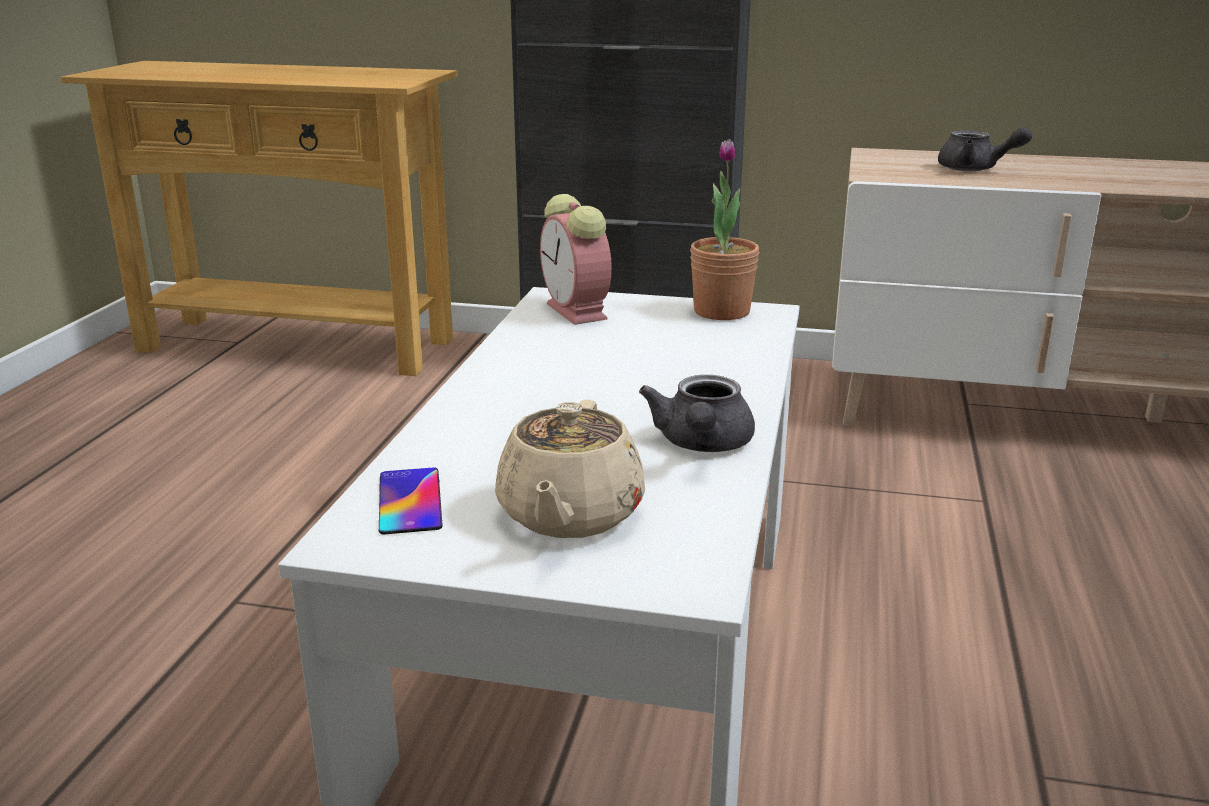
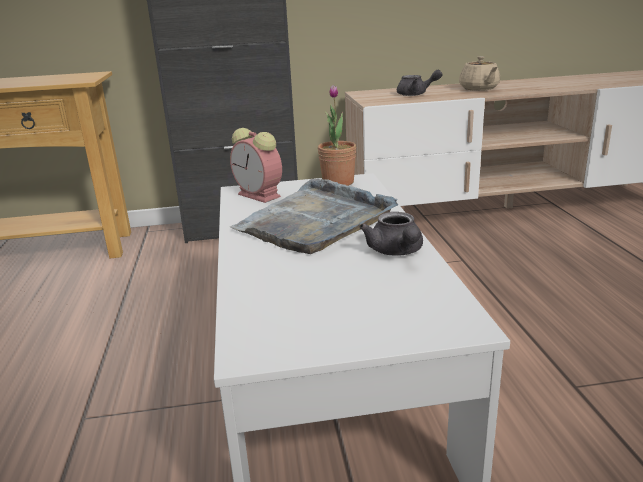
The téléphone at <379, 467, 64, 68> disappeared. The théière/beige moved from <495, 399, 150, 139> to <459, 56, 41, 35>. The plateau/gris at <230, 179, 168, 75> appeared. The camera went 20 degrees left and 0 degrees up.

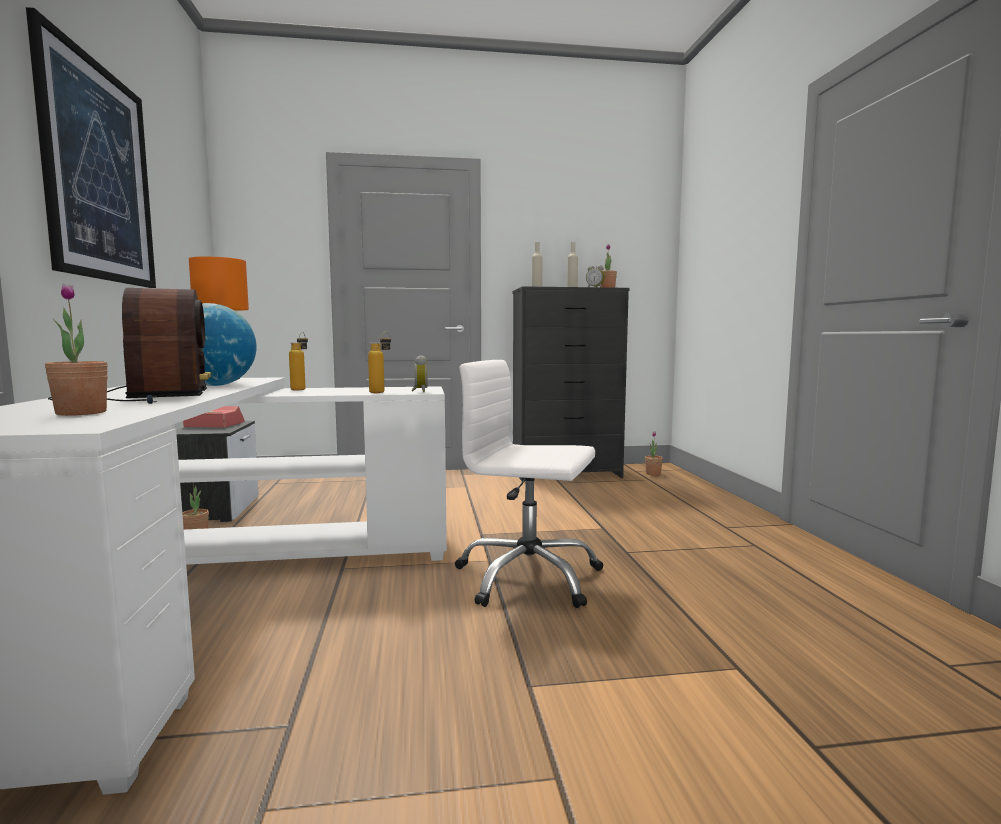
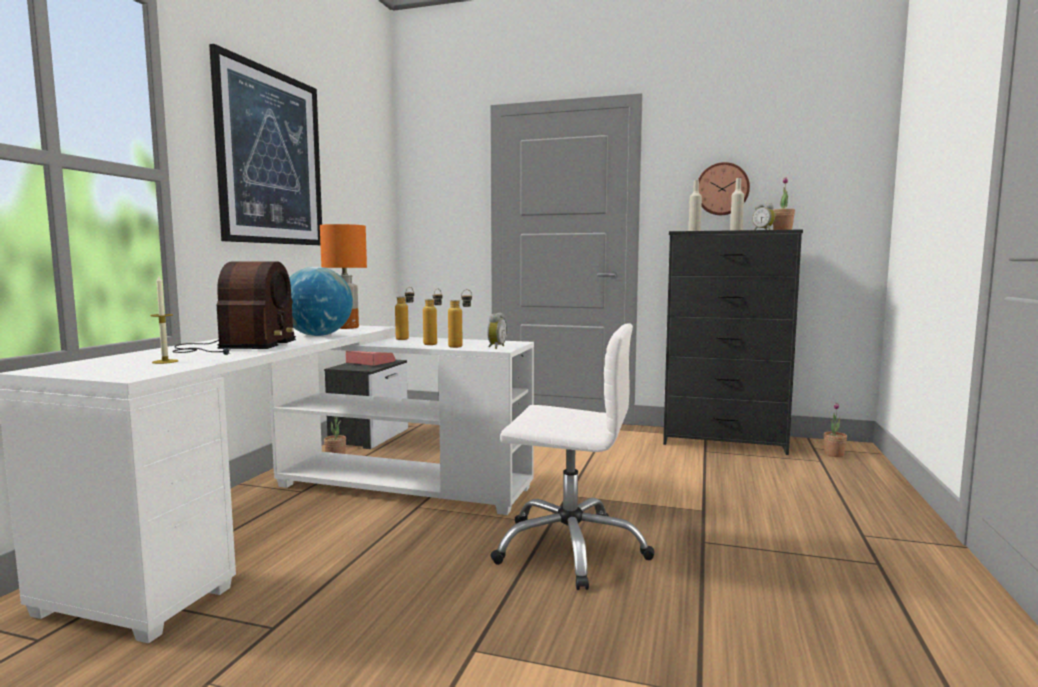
The plante en pot at <45, 284, 63, 132> was replaced by the bougie at <150, 276, 28, 88>. The chaise de bureau/blanc at <455, 360, 148, 248> turned 150 degrees clockwise. The bouteille at <423, 288, 20, 57> appeared. The horloge murale at <698, 162, 52, 53> appeared. The camera went 25 degrees right and 0 degrees up.

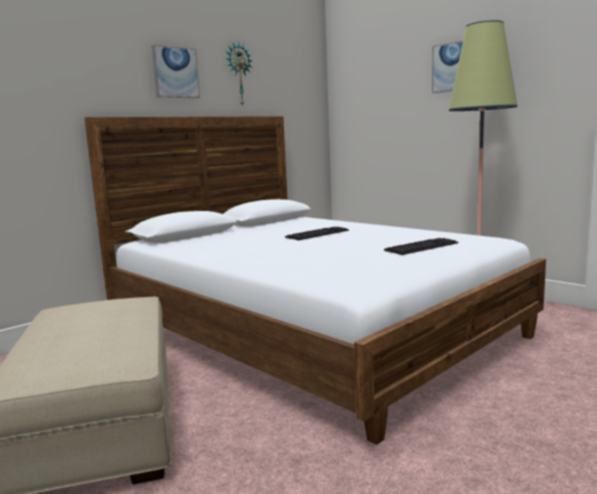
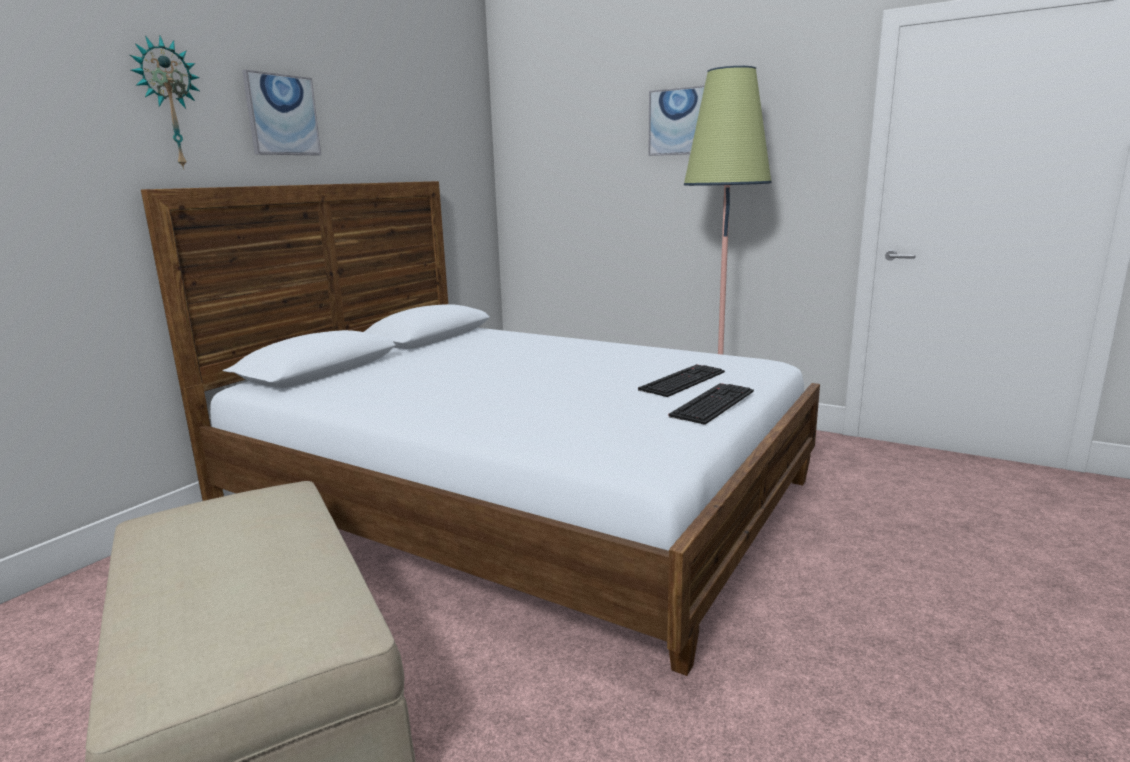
The horloge murale moved from <225, 41, 28, 66> to <130, 36, 70, 134>. The clavier moved from <285, 227, 64, 13> to <668, 383, 86, 42>. The camera went 15 degrees left and 5 degrees up.

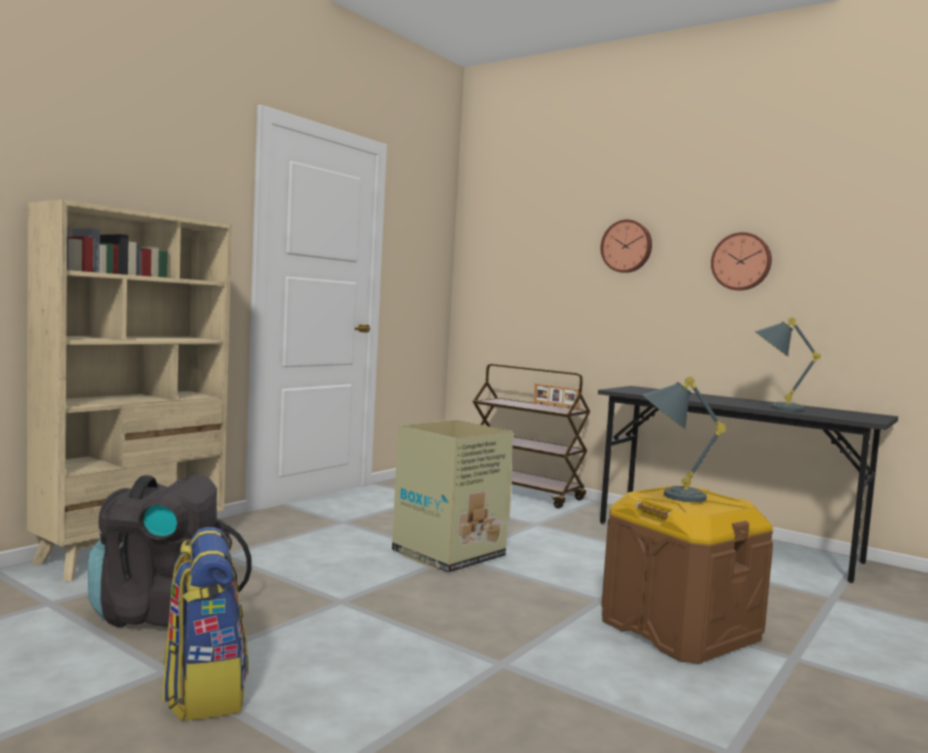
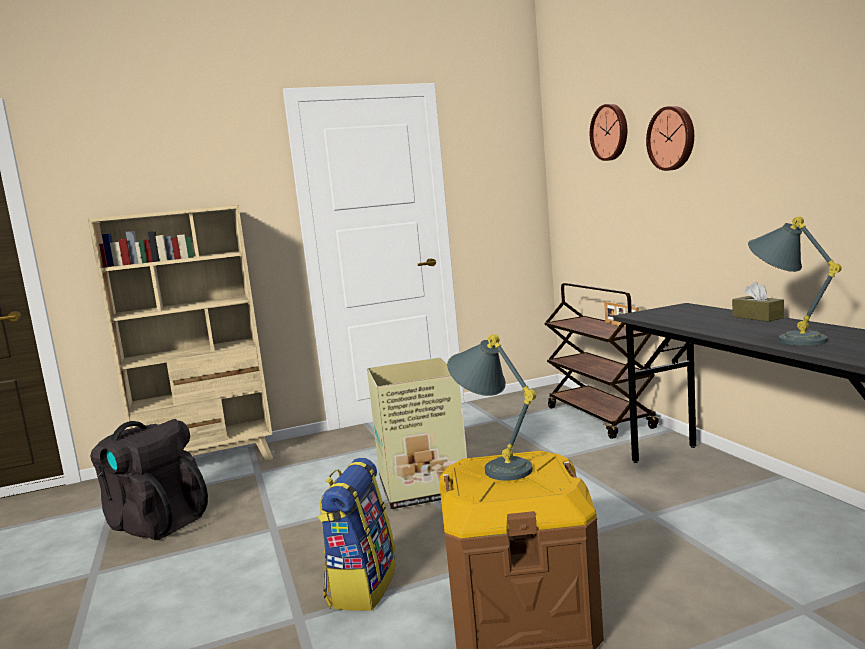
The sac à dos moved from <163, 527, 85, 194> to <318, 458, 77, 153>. The horloge murale moved from <711, 232, 61, 59> to <590, 104, 37, 57>. The boîte à mouchoirs/marron at <732, 282, 52, 40> appeared. The camera went 35 degrees right and 5 degrees up.

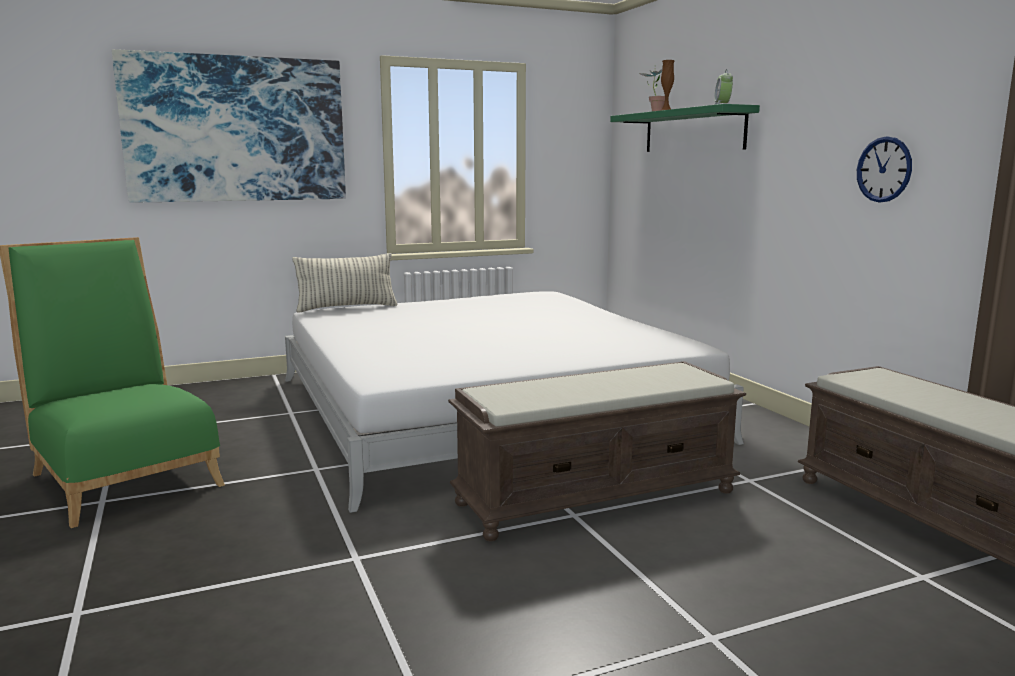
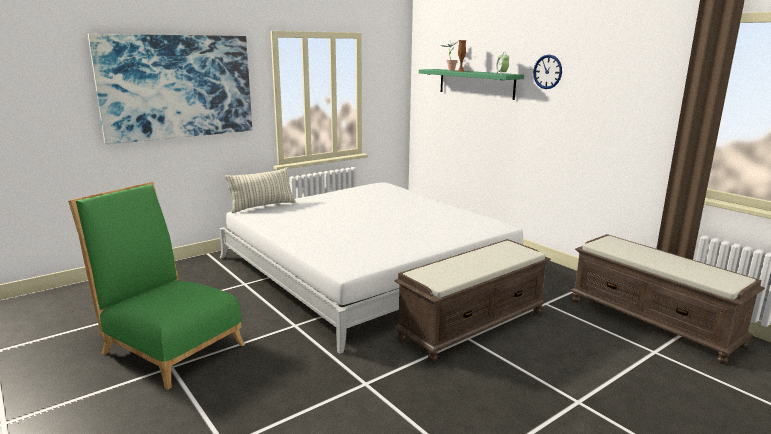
The horloge murale moved from <857, 137, 55, 65> to <533, 55, 29, 34>. The camera went 15 degrees left and 5 degrees up.

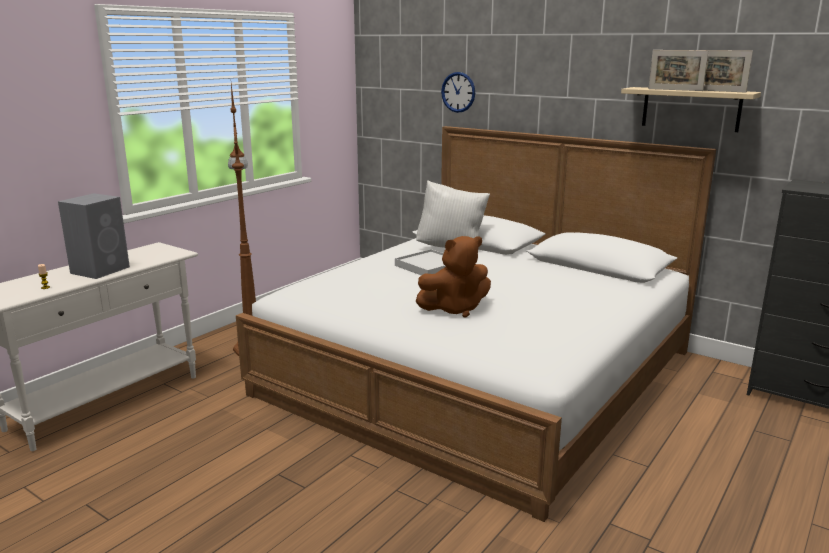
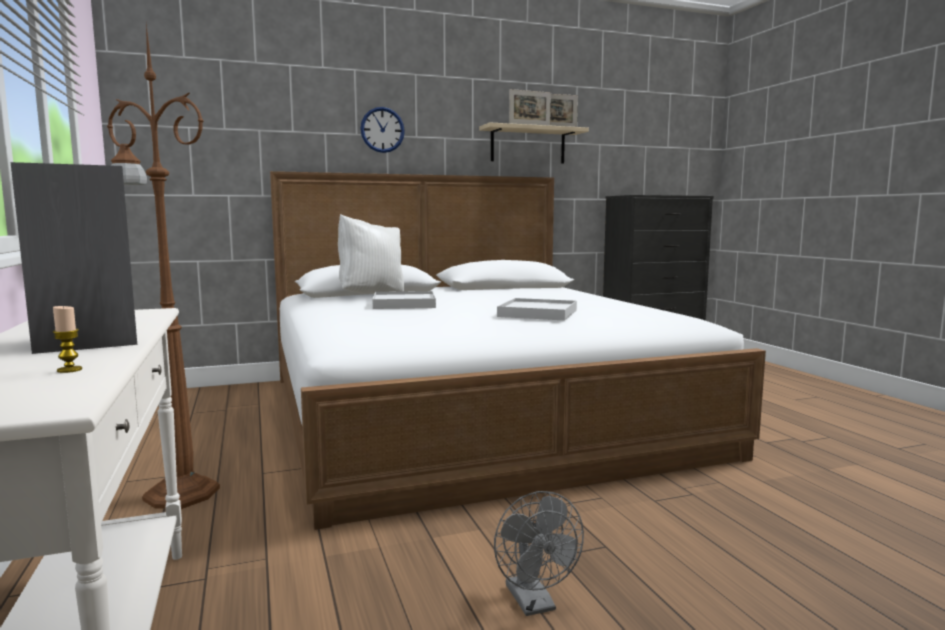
The peluche/marron at <415, 236, 76, 82> was replaced by the plateau/blanc at <497, 298, 80, 23>. The horloge murale moved from <441, 72, 34, 41> to <360, 107, 45, 46>. The ventilateur/gris at <494, 491, 90, 125> appeared. The camera went 55 degrees left and 10 degrees down.

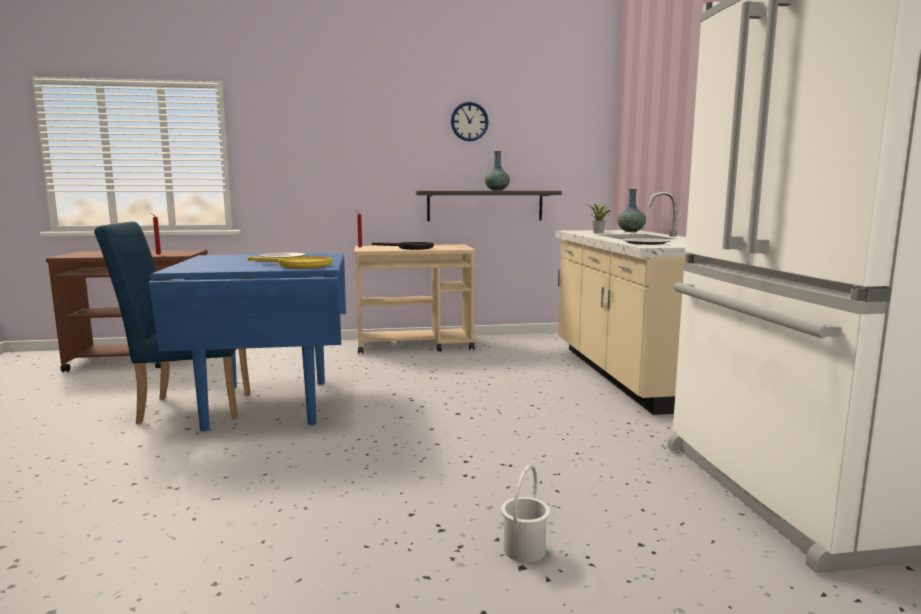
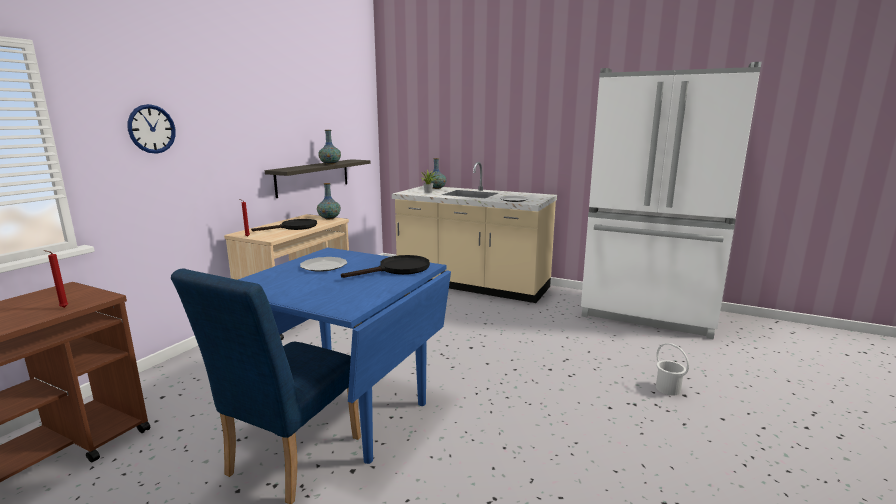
The poêle/jaune at <248, 256, 84, 13> became the poêle/noir at <341, 255, 89, 23>. The horloge murale moved from <451, 102, 37, 39> to <128, 104, 48, 50>. The vase at <317, 183, 24, 36> appeared. The camera went 55 degrees left and 5 degrees up.

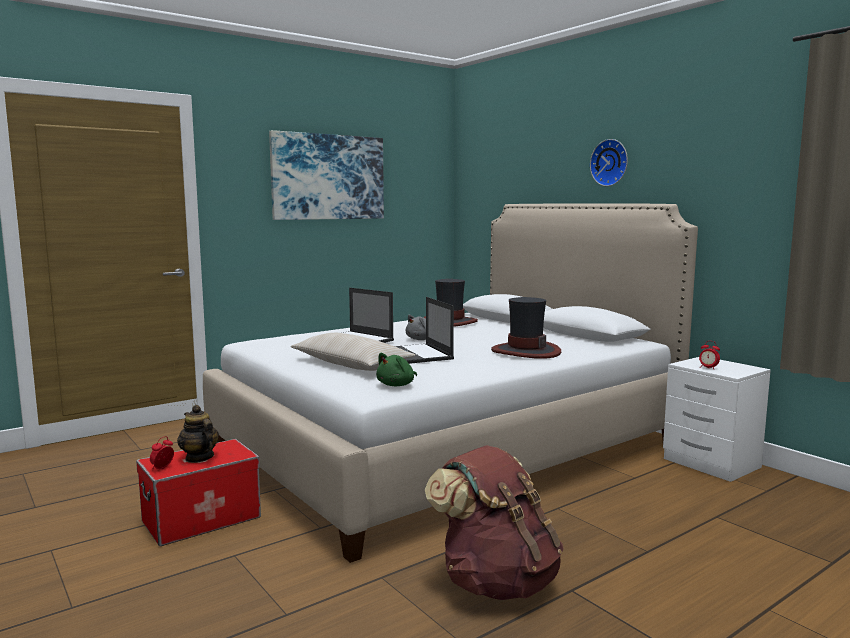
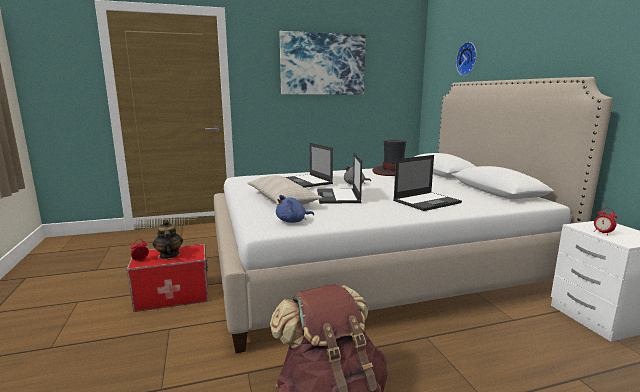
The peluche/vert at <376, 353, 41, 33> became the peluche/bleu at <276, 195, 38, 28>. The chapeau at <491, 297, 70, 62> was replaced by the ordinateur portable at <393, 155, 69, 56>. The horloge murale moved from <590, 139, 38, 47> to <456, 42, 21, 34>. The camera went 20 degrees right and 5 degrees up.

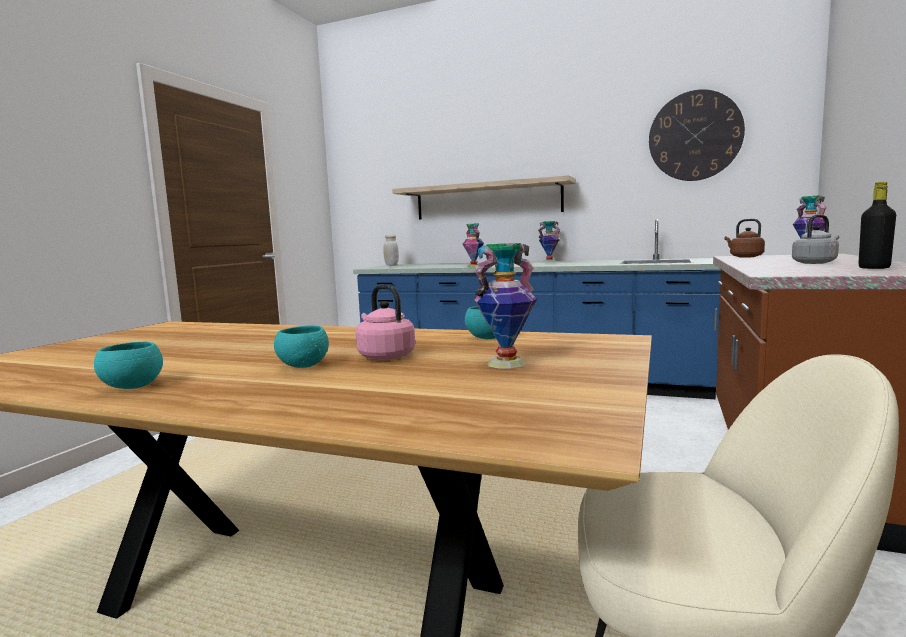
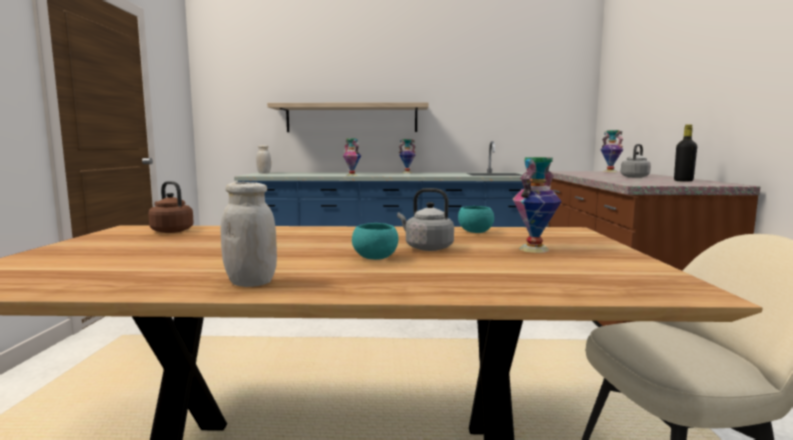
The bol/turquoise at <94, 342, 69, 47> was replaced by the bocal/blanc at <220, 182, 57, 105>. The bouilloire/rose at <356, 285, 59, 75> became the bouilloire/gris at <397, 188, 57, 63>. The horloge murale at <649, 89, 96, 92> disappeared. The bouilloire/marron moved from <725, 219, 40, 39> to <148, 181, 46, 52>. The camera went 20 degrees left and 0 degrees up.

